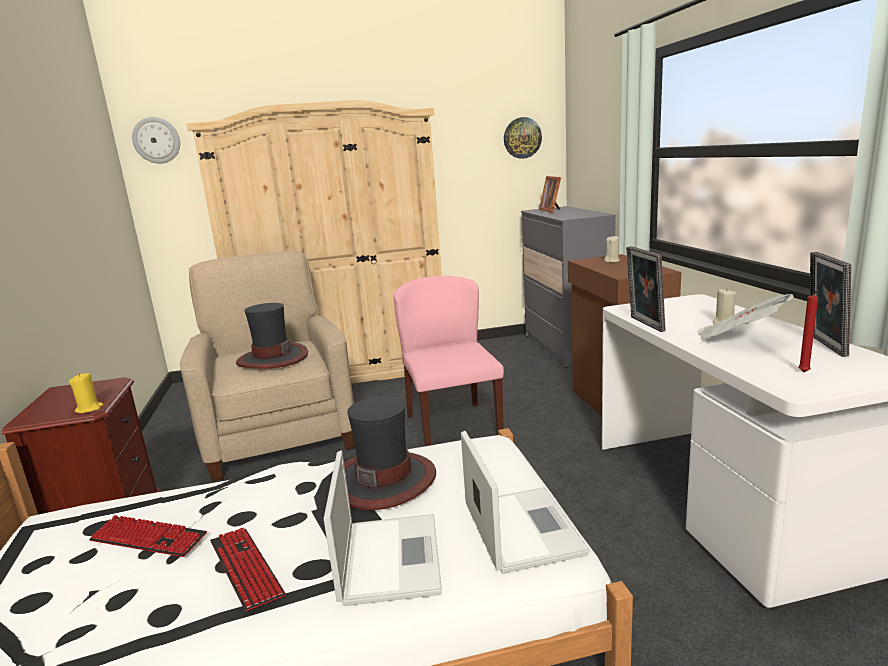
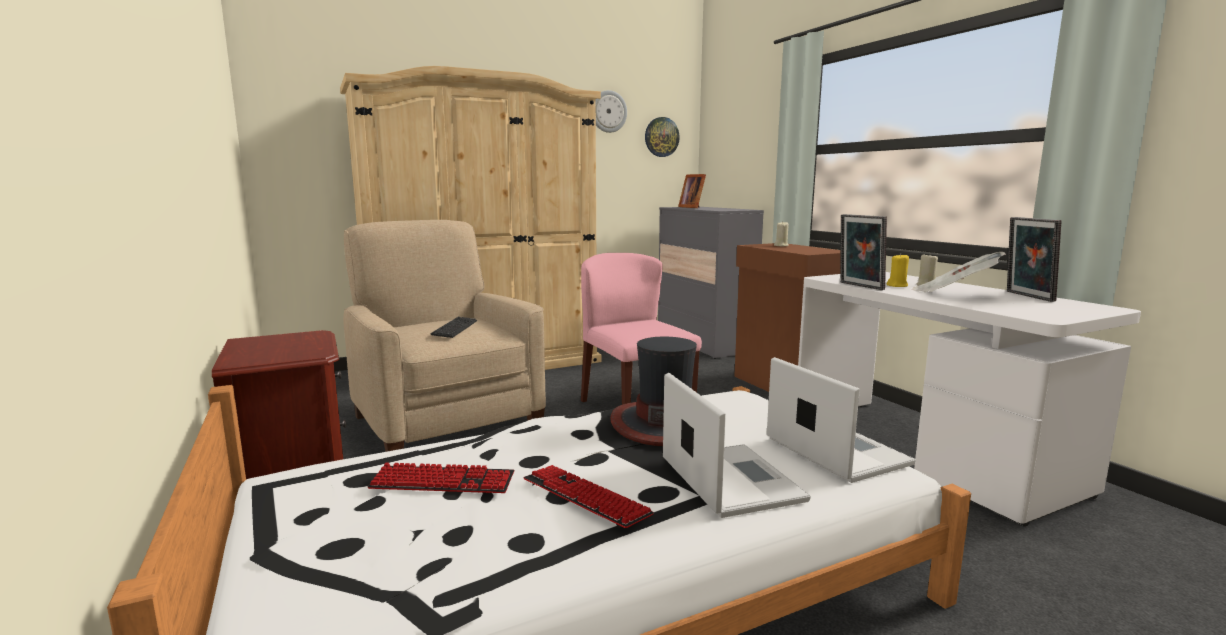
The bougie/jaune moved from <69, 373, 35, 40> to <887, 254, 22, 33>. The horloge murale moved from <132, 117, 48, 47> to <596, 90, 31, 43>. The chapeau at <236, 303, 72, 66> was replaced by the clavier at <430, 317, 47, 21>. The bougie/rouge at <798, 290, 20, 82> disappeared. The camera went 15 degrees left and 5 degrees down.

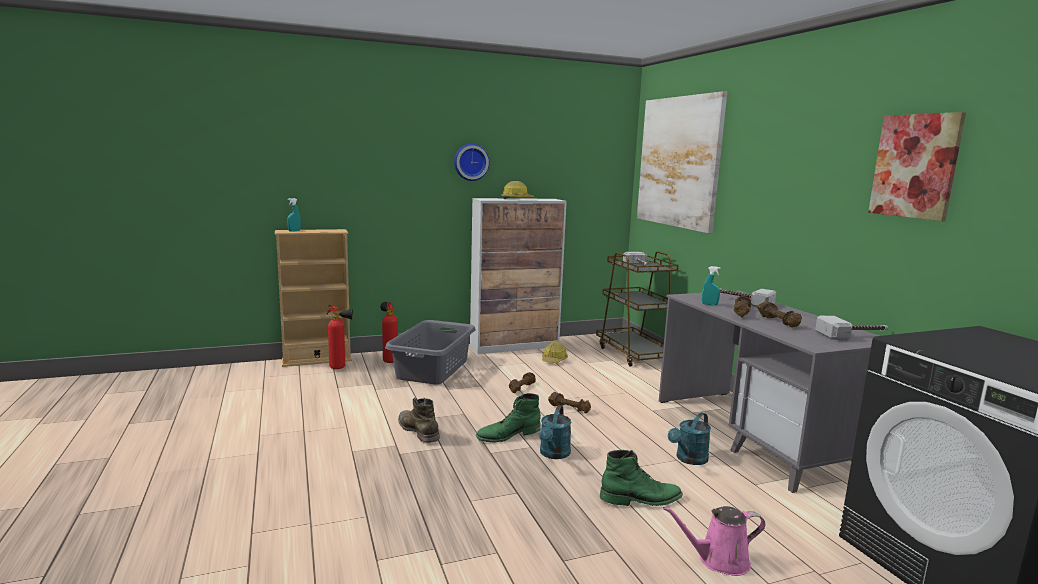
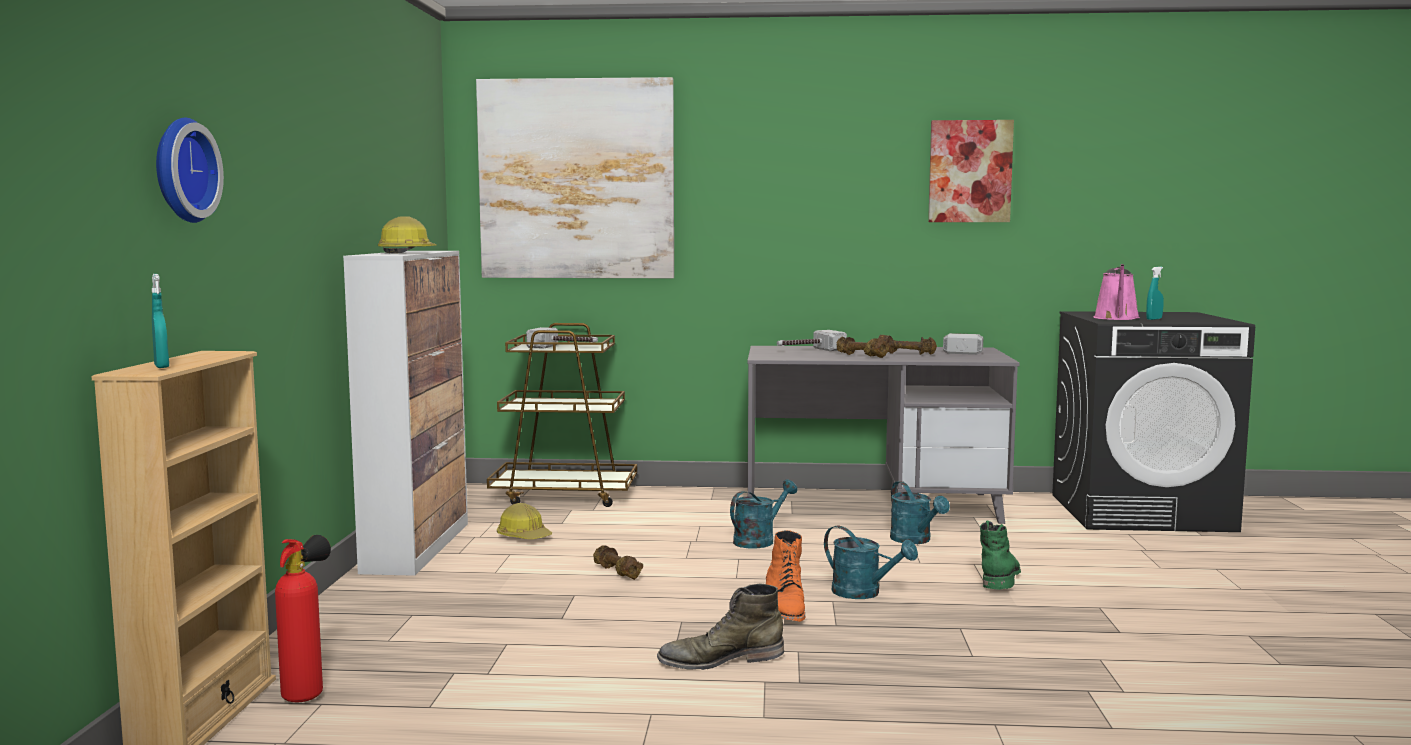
The extincteur at <380, 301, 18, 62> disappeared. The panier à linge/gris at <385, 320, 91, 64> disappeared. The horloge murale moved from <454, 144, 36, 37> to <156, 118, 68, 105>. The botte/vert at <476, 393, 65, 50> became the botte/orange at <766, 530, 39, 92>. The haltère/marron at <548, 392, 43, 22> disappeared. The arrosoir/rose moved from <663, 506, 102, 70> to <1094, 264, 46, 56>. The vaporisateur/turquoise moved from <702, 266, 19, 40> to <1146, 267, 18, 53>. The arrosoir/turquoise at <730, 480, 67, 68> appeared. The camera went 65 degrees left and 5 degrees down.

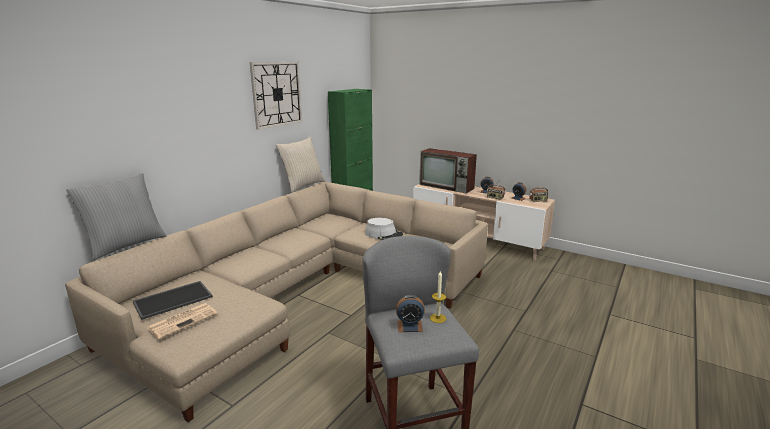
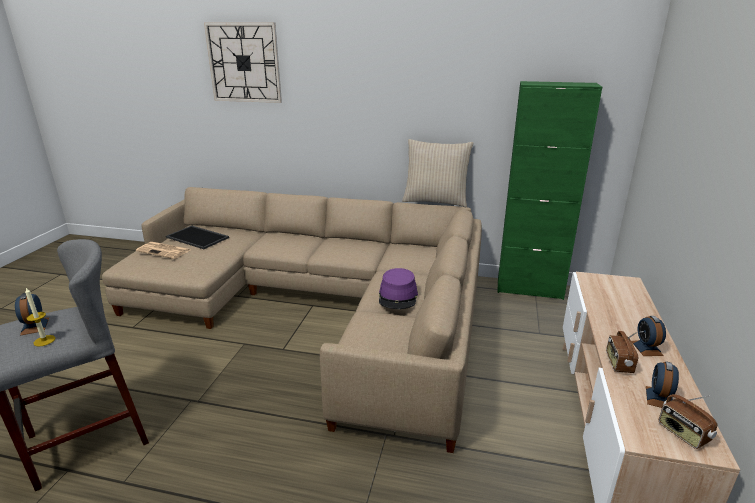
The coussin/gris at <66, 173, 101, 87> disappeared. The horloge murale moved from <249, 62, 53, 68> to <204, 22, 78, 81>. The chapeau/gris at <365, 218, 38, 22> became the chapeau/violet at <379, 268, 39, 41>. The téléviseur at <419, 148, 58, 45> disappeared. The camera went 70 degrees right and 5 degrees up.

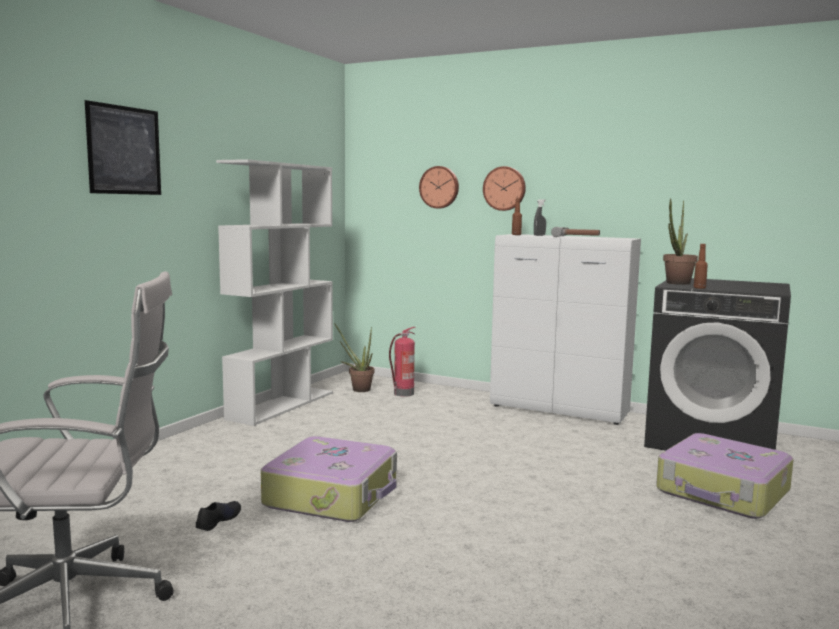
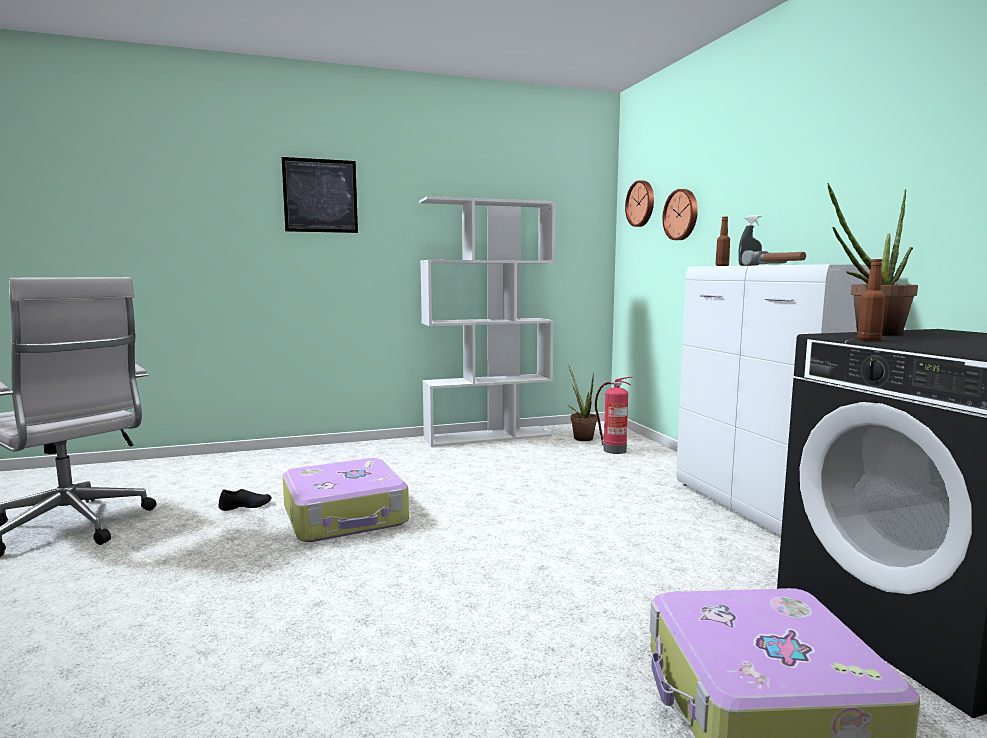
The horloge murale moved from <483, 166, 43, 45> to <625, 180, 29, 47>. The camera went 45 degrees right and 0 degrees up.

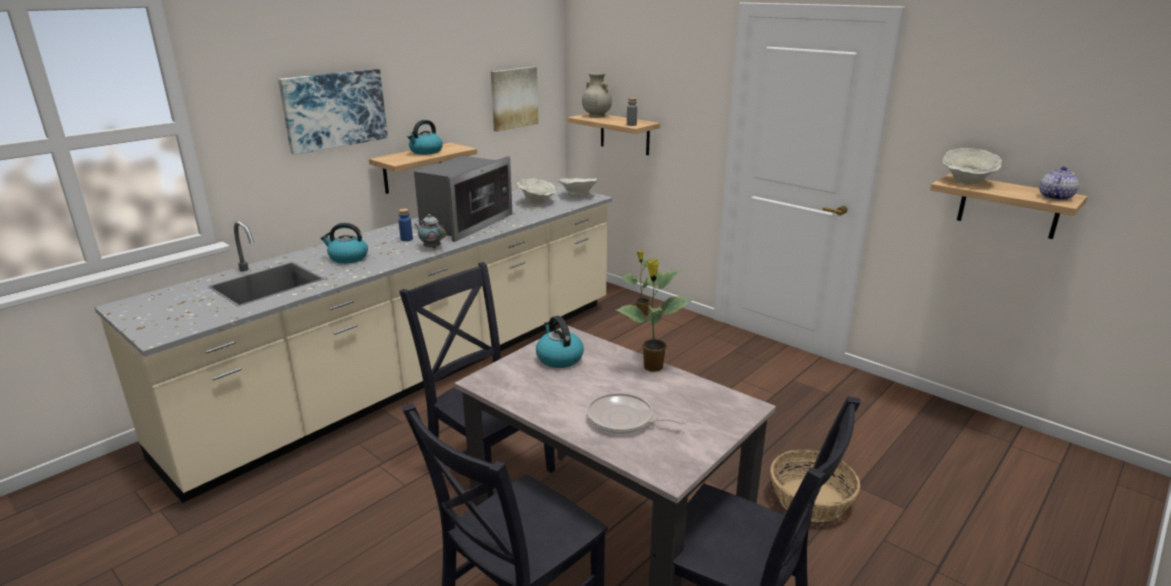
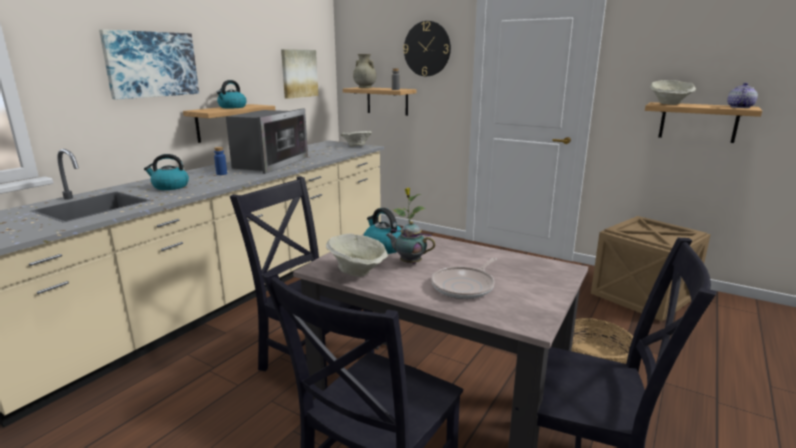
The théière moved from <414, 214, 32, 35> to <386, 221, 49, 43>. The bol/beige moved from <517, 178, 39, 26> to <326, 234, 62, 43>. The poêle at <587, 393, 99, 41> turned 60 degrees counterclockwise. The plante en pot at <616, 259, 76, 113> disappeared. The horloge murale at <403, 21, 48, 55> appeared. The caisse at <591, 216, 120, 105> appeared. The camera went 10 degrees left and 5 degrees down.

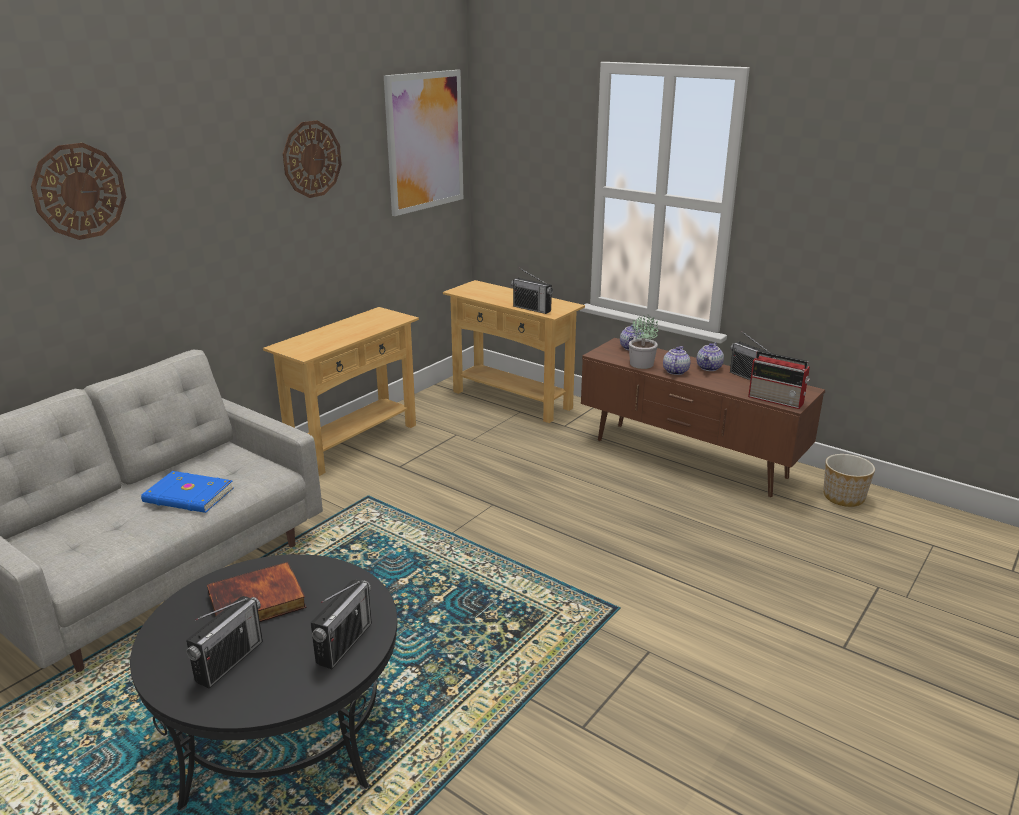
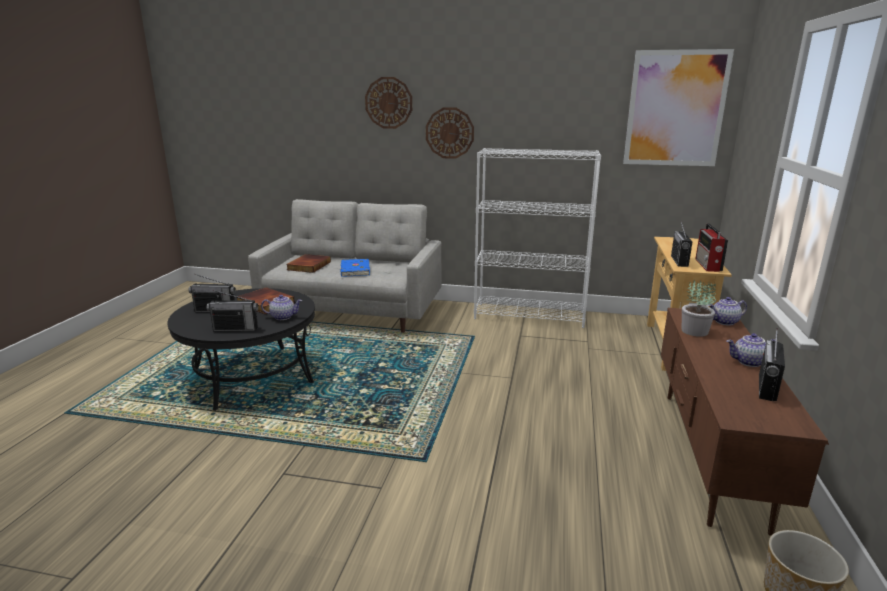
The table console/beige at <263, 307, 156, 169> was replaced by the bibliothèque/blanc at <474, 148, 127, 180>. The horloge murale moved from <283, 120, 59, 78> to <426, 107, 48, 52>. The théière moved from <663, 346, 27, 29> to <261, 295, 41, 25>. The radio moved from <748, 351, 62, 58> to <695, 223, 33, 49>. The livre at <286, 254, 45, 19> appeared. The camera went 65 degrees right and 5 degrees down.

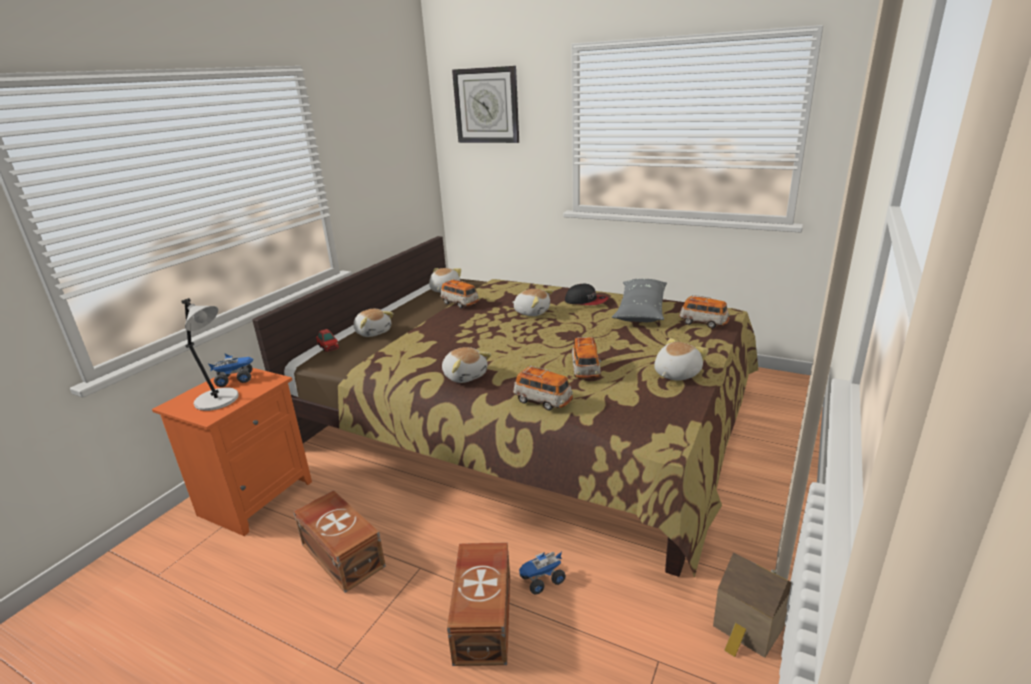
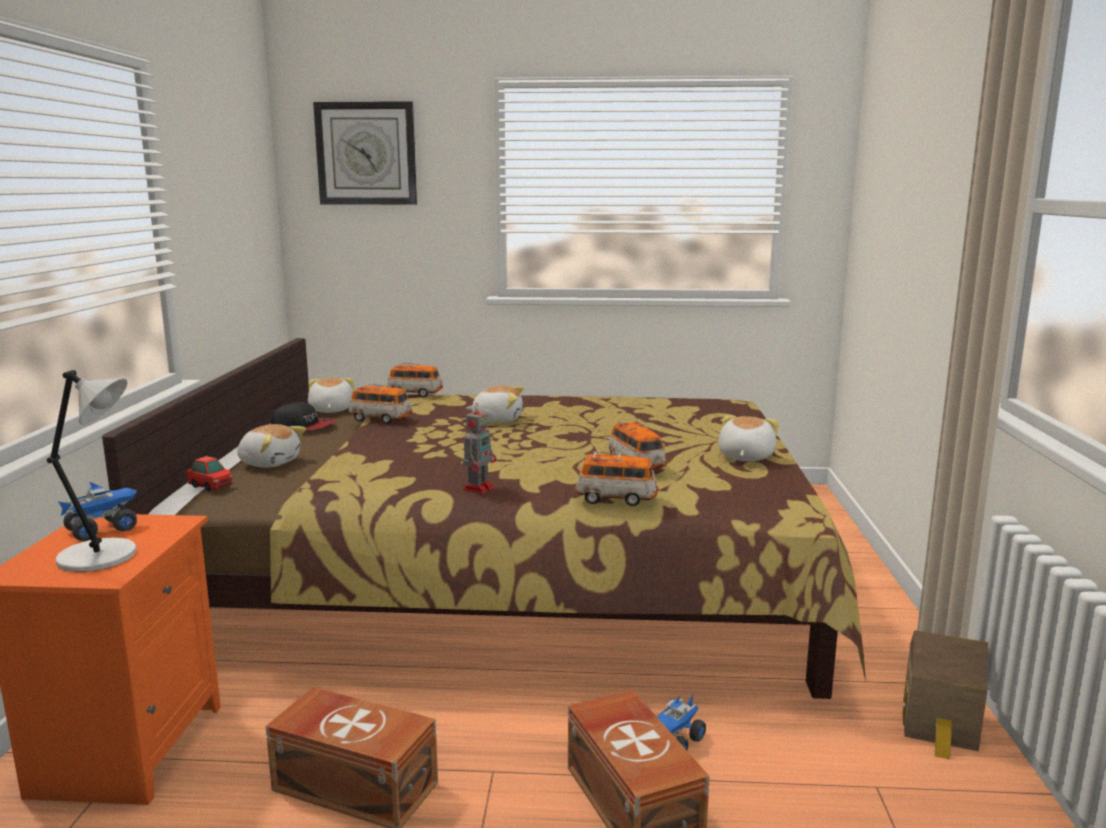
The peluche at <442, 347, 49, 36> was replaced by the robot jouet at <463, 404, 34, 90>. The casquette moved from <565, 284, 44, 21> to <270, 402, 66, 28>. The coussin/gris at <612, 279, 55, 43> disappeared. The petite voiture moved from <679, 295, 51, 33> to <387, 363, 56, 34>. The camera went 25 degrees left and 10 degrees down.

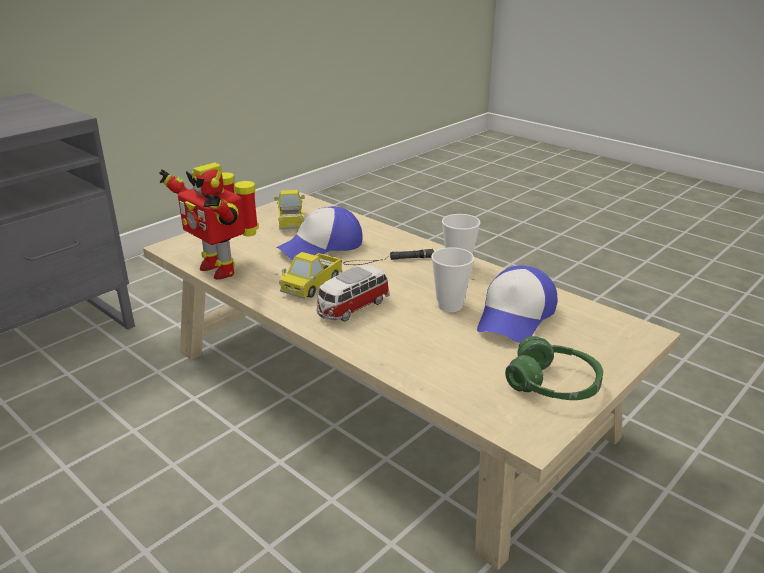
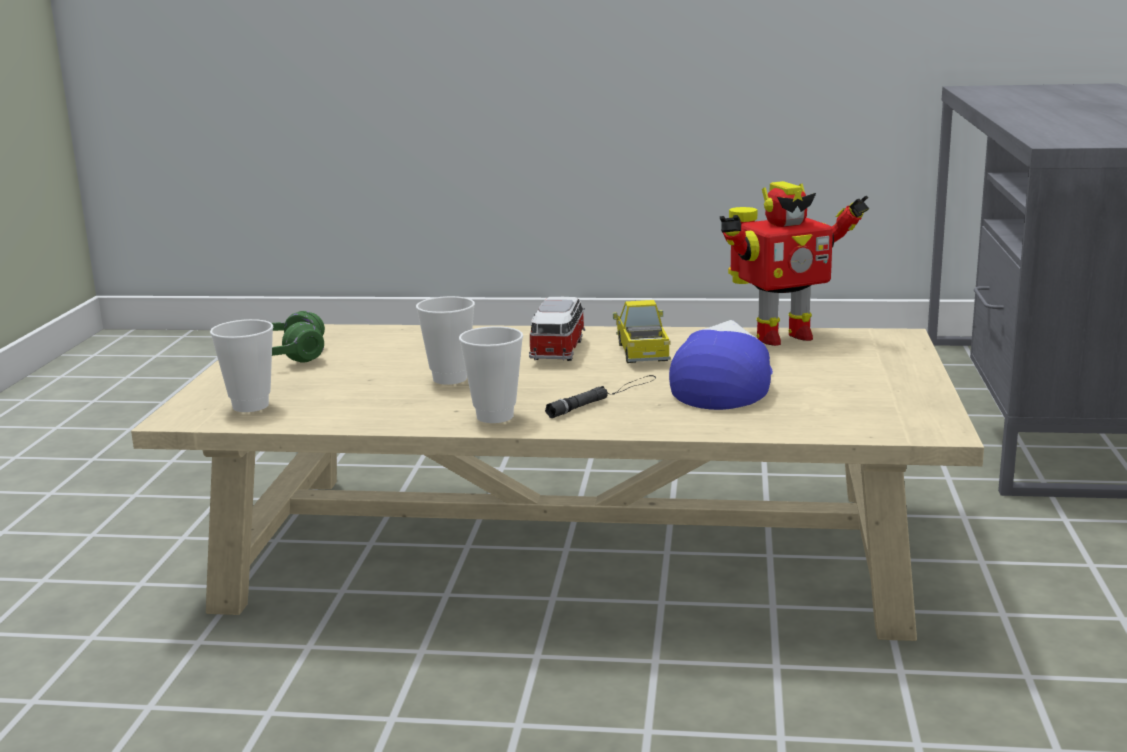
The robot jouet at <159, 163, 100, 117> turned 150 degrees clockwise. The camion jouet at <274, 190, 31, 39> disappeared. The casquette at <477, 265, 80, 78> disappeared. The tasse at <210, 319, 63, 93> appeared. The camera went 145 degrees right and 10 degrees down.

